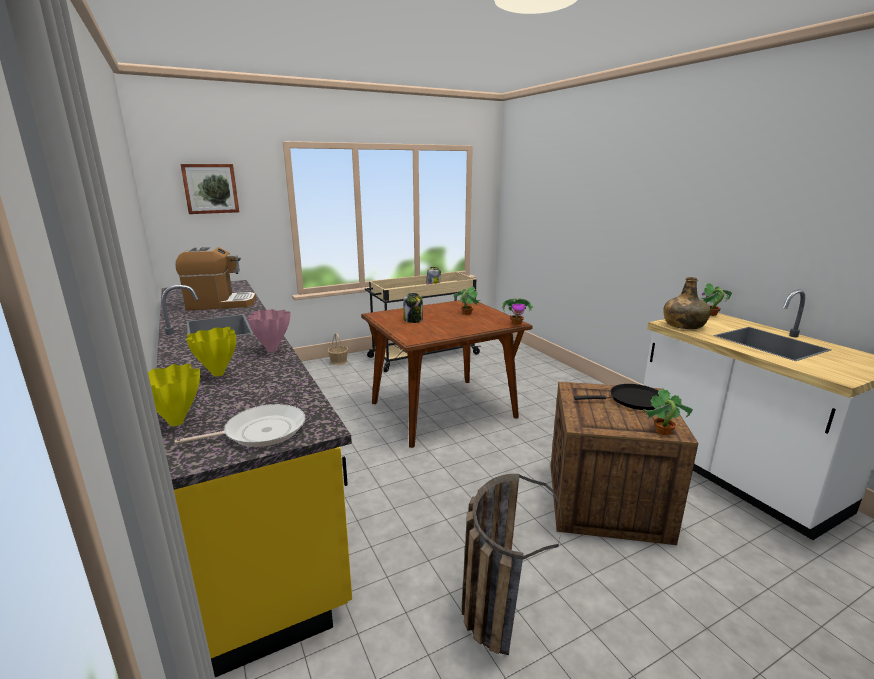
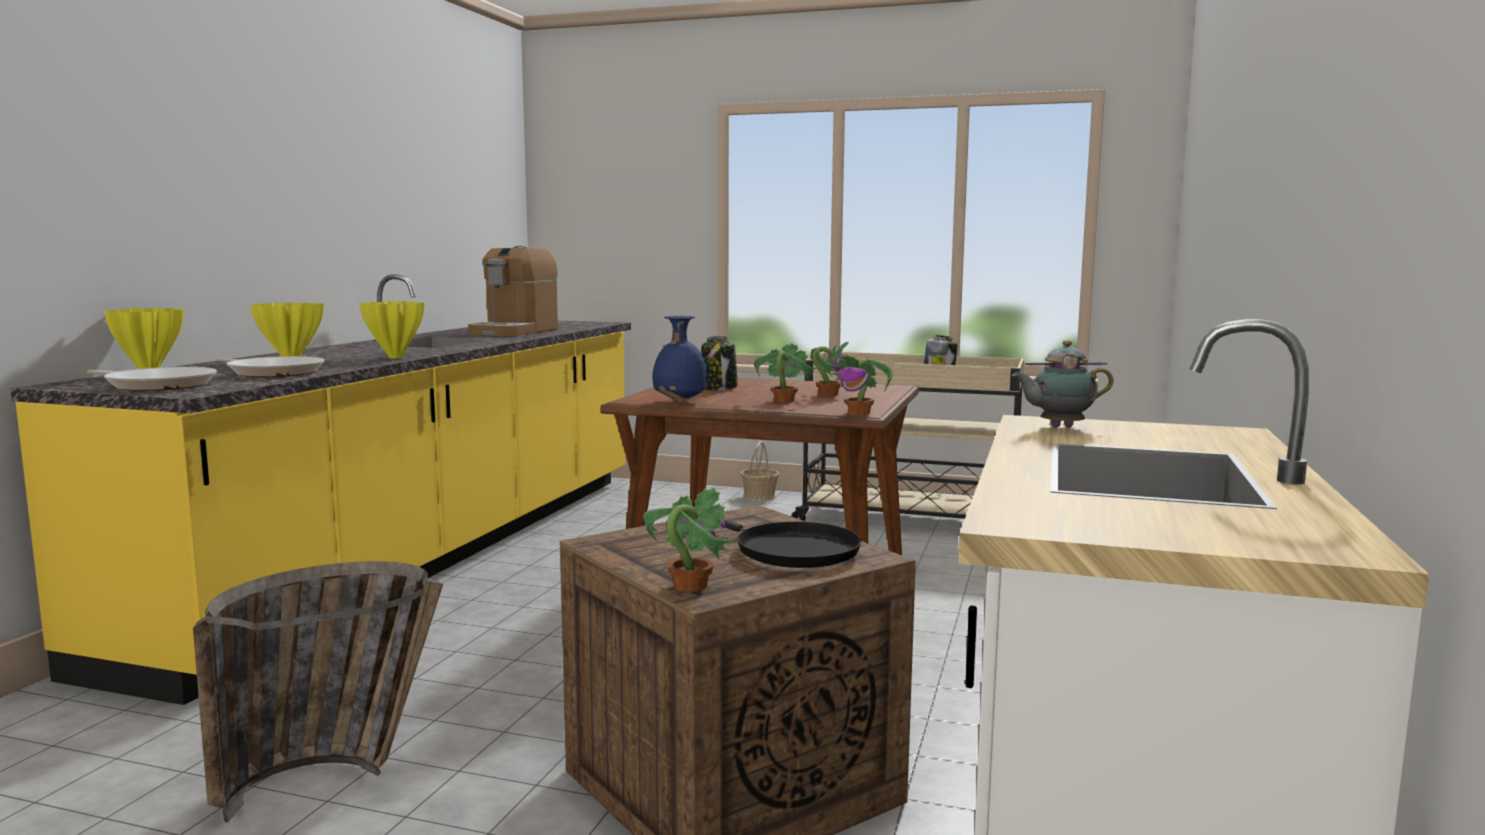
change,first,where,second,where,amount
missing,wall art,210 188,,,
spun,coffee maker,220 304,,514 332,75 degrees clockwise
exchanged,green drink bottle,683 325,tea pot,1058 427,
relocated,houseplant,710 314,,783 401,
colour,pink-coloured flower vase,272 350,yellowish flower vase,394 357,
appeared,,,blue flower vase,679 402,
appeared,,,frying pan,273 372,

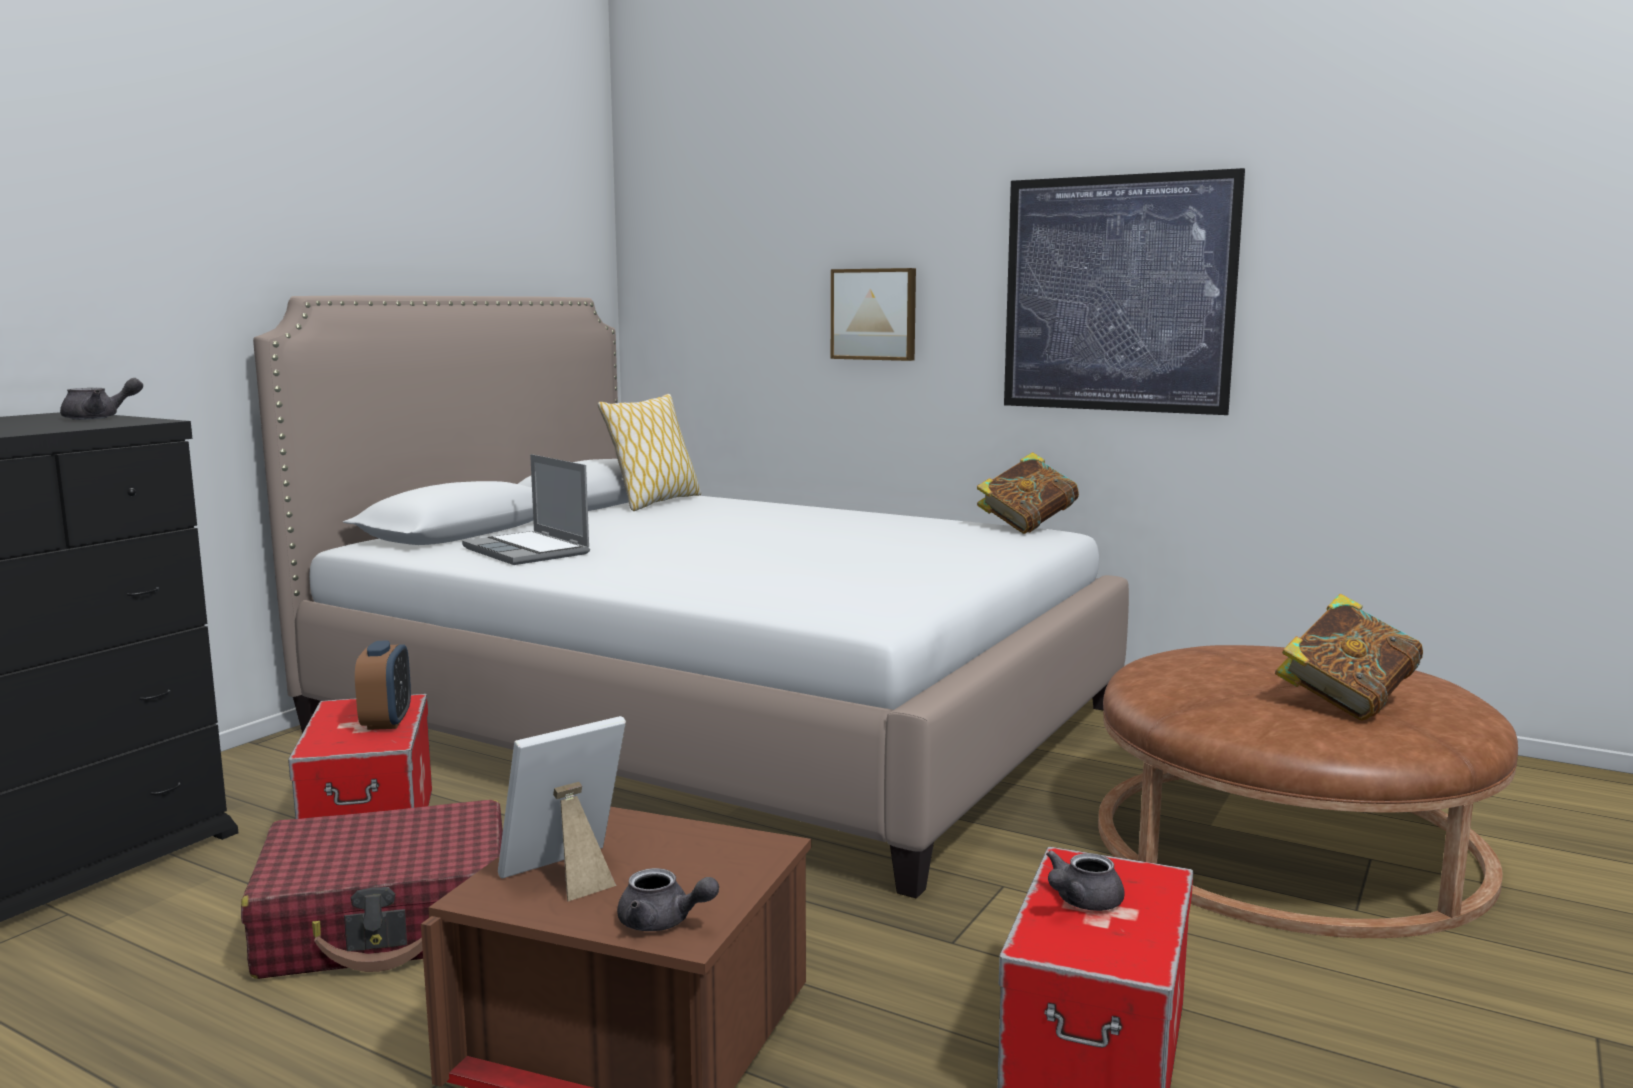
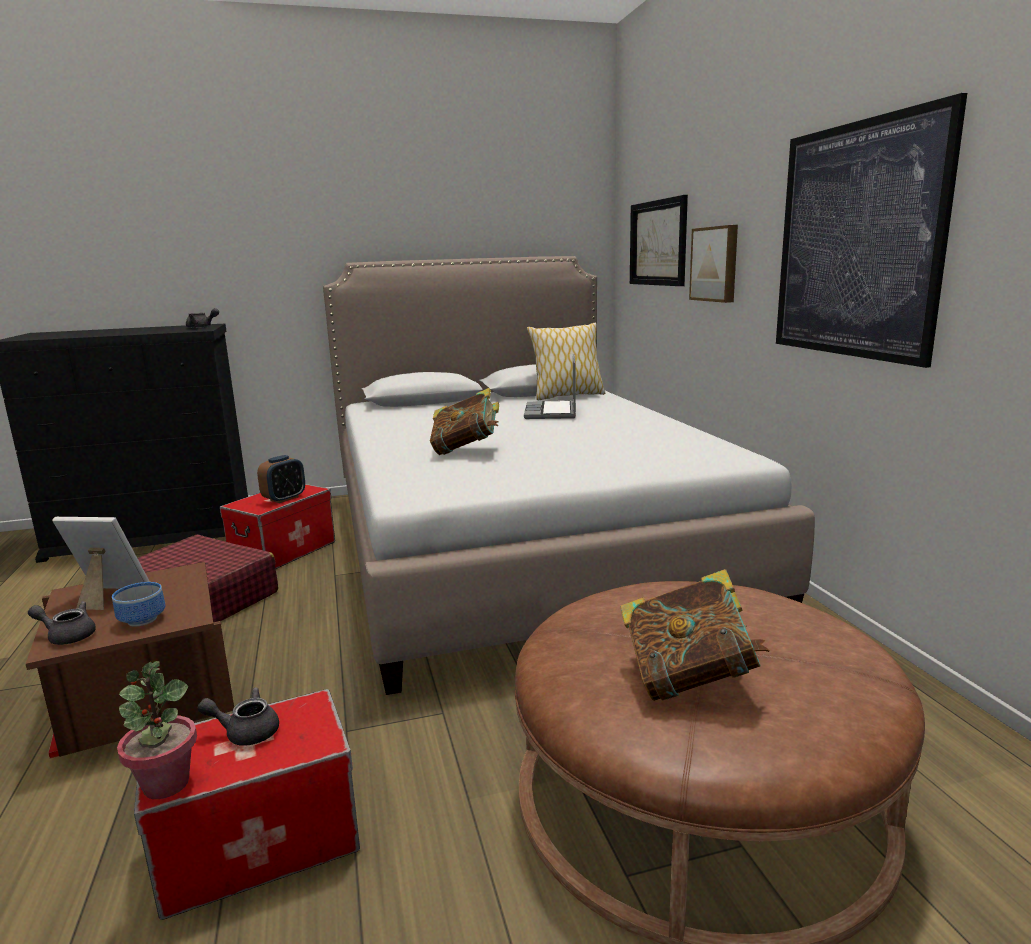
change,first,where,second,where,amount
relocated,bound book,1027 527,,466 450,
relocated,notebook computer,529 551,,551 412,
spun,grey tea pot,663 922,,67 636,120 degrees clockwise
appeared,,,wall art,658 243,
appeared,,,serving bowl,143 619,
appeared,,,houseplant,166 784,

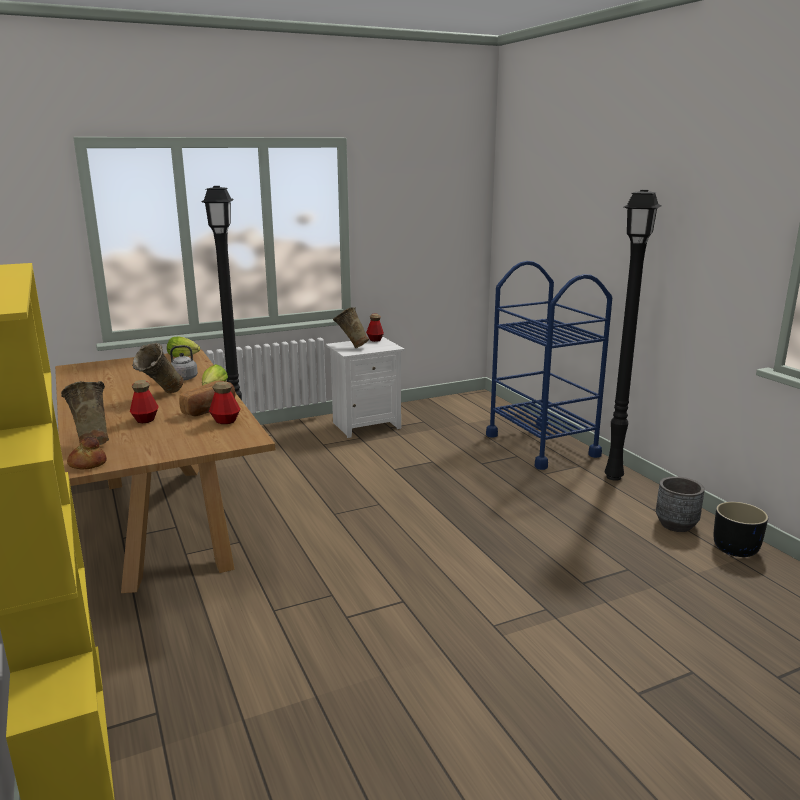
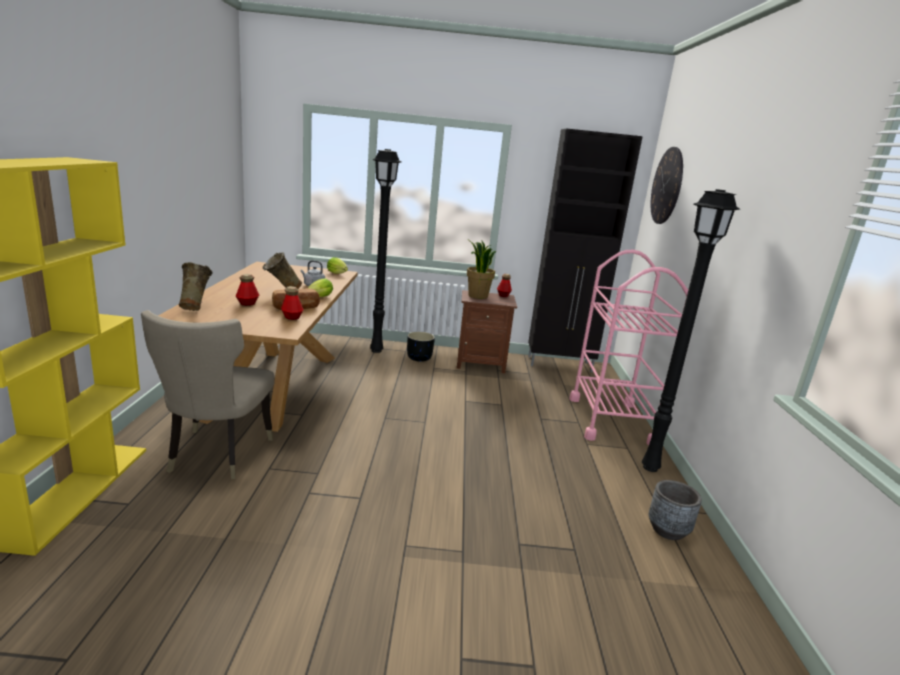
change,first,where,second,where,amount
colour,blue cart,541 445,pink-coloured cart,610 420,
exchanged,beige flower vase,351 347,houseplant,477 296,
colour,white nightstand,365 425,brown nightstand,480 363,
missing,bread,87 464,,,
relocated,blackish plant pot,735 548,,419 358,
appeared,,,blackish cabinet,560 364,
appeared,,,hanging clock,666 186,
appeared,,,beige plain chair,216 456,

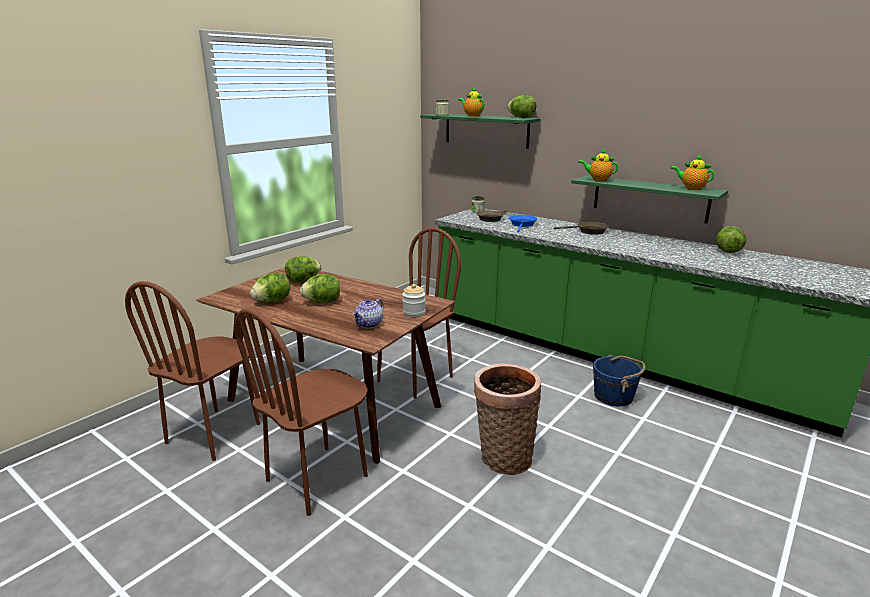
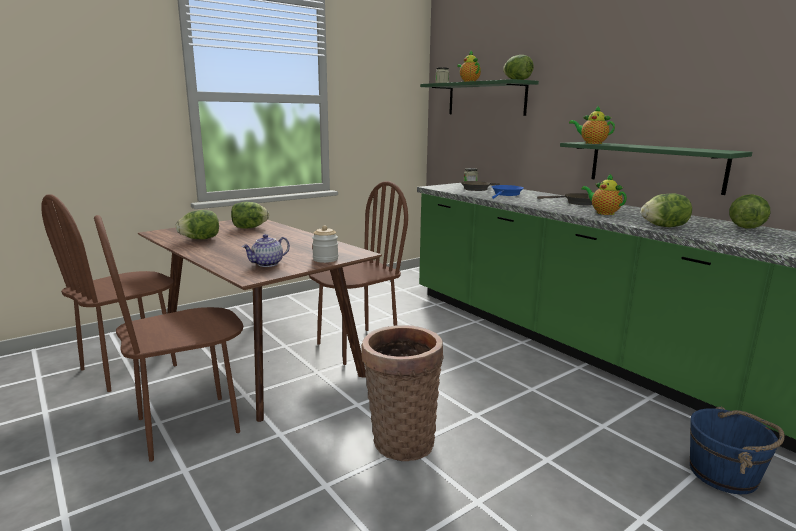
change,first,where,second,where,amount
relocated,tea pot,691 188,,603 213,
relocated,lettuce head,322 302,,664 227,
relocated,blue bucket,614 396,,724 474,

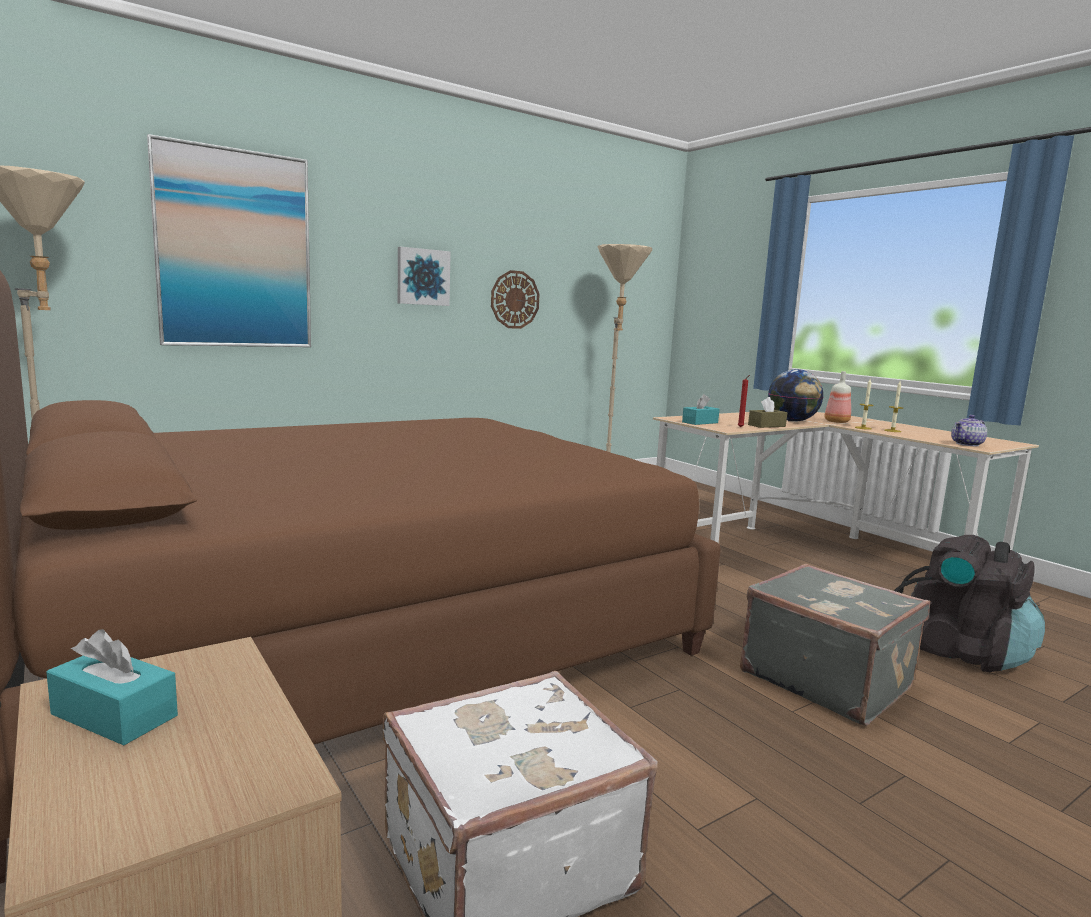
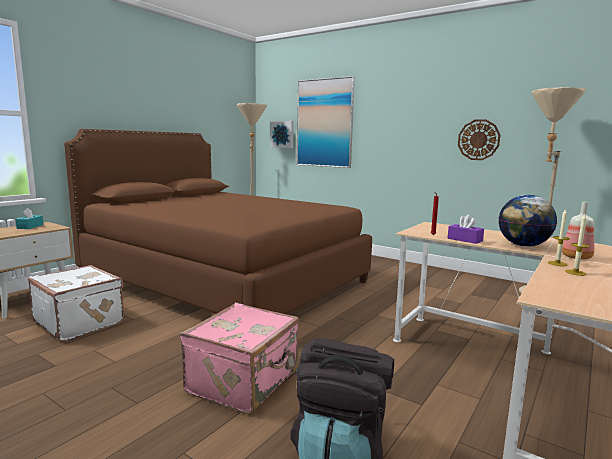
change,first,where,second,where,amount
relocated,wall art,422 277,,282 134,
missing,blue-green tissue box,700 422,,,
colour,brown tissue box,766 425,purple tissue box,464 240,
missing,tea pot,967 444,,,
colour,grey travel case,826 679,pink-coloured travel case,245 382,

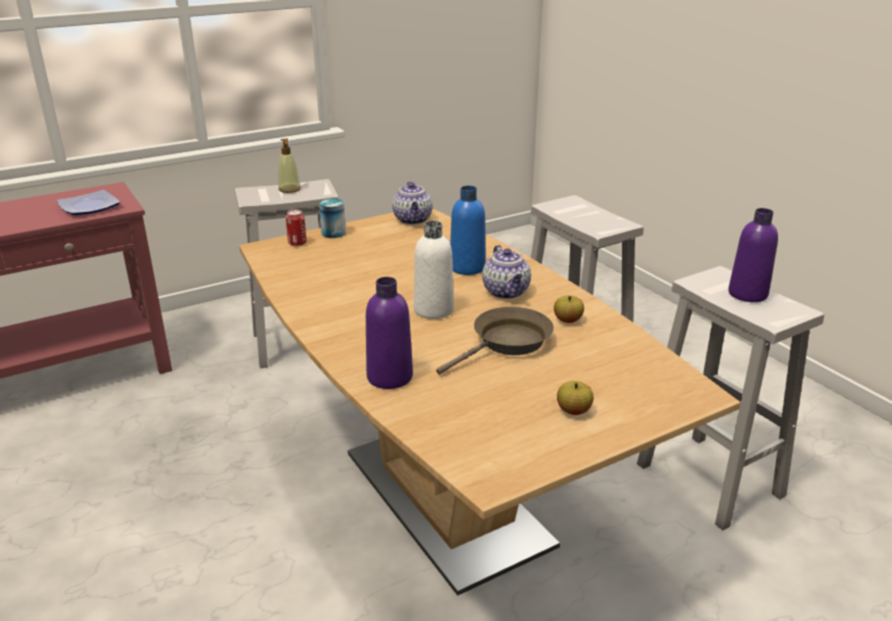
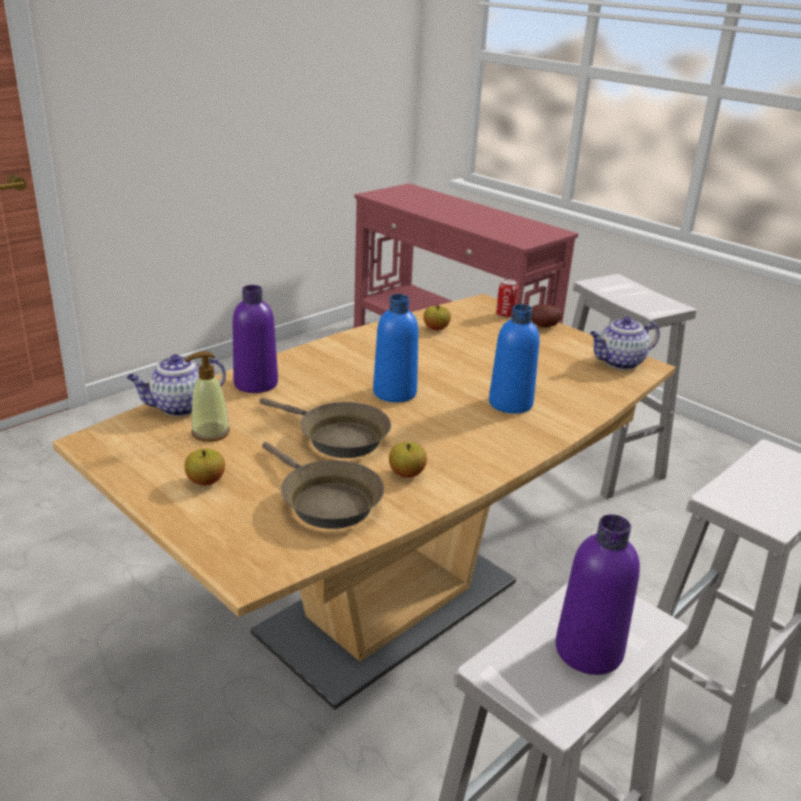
change,first,where,second,where,amount
relocated,soap dispenser,289 189,,210 433,
missing,plate,89 207,,,
exchanged,can,333 233,spud,544 327,
colour,white drink bottle,433 310,blue drink bottle,394 393,
relocated,tea pot,507 292,,179 407,
appeared,,,apple fruit,436 328,
appeared,,,brown frying pan,325 501,

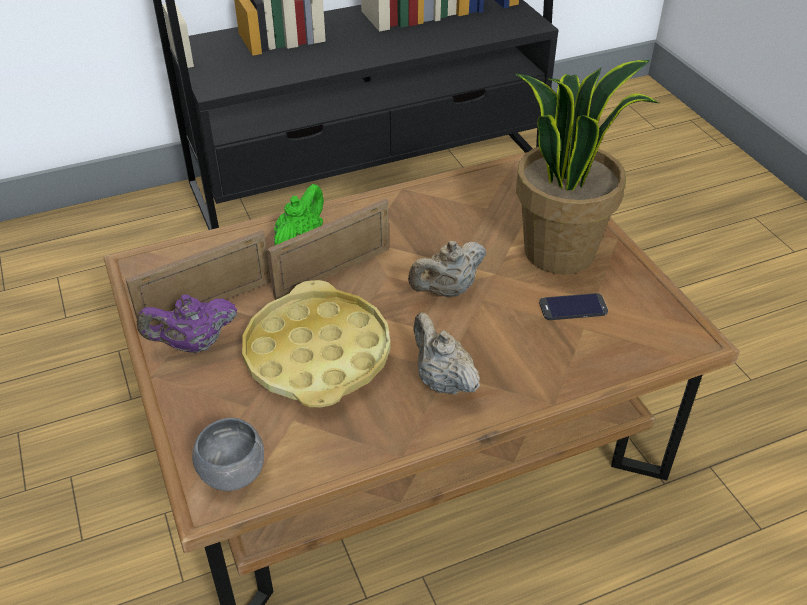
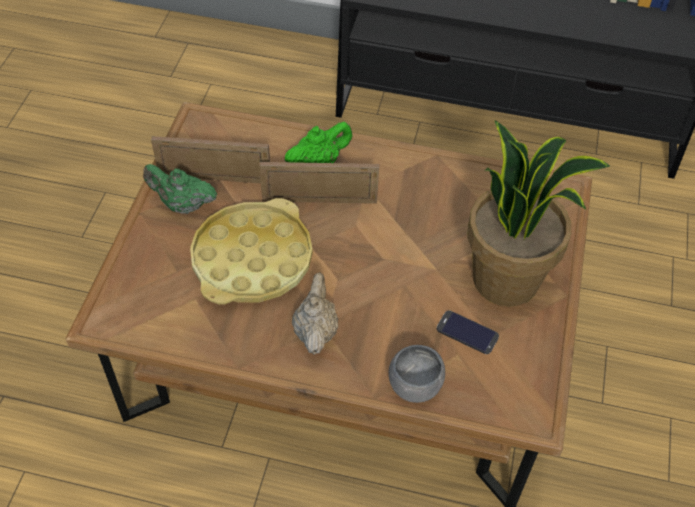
change,first,where,second,where,amount
missing,beige tea pot,447 290,,,
colour,purple tea pot,193 344,green tea pot,182 204,
relocated,grey serving bowl,232 472,,414 385,

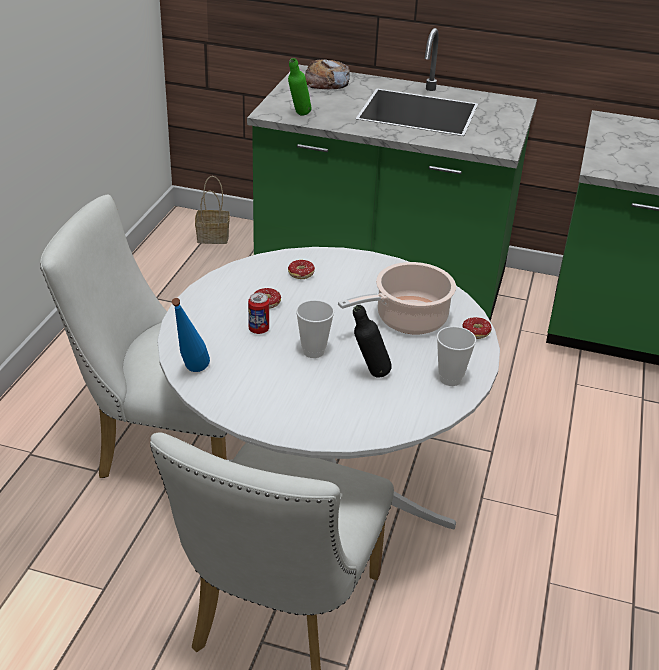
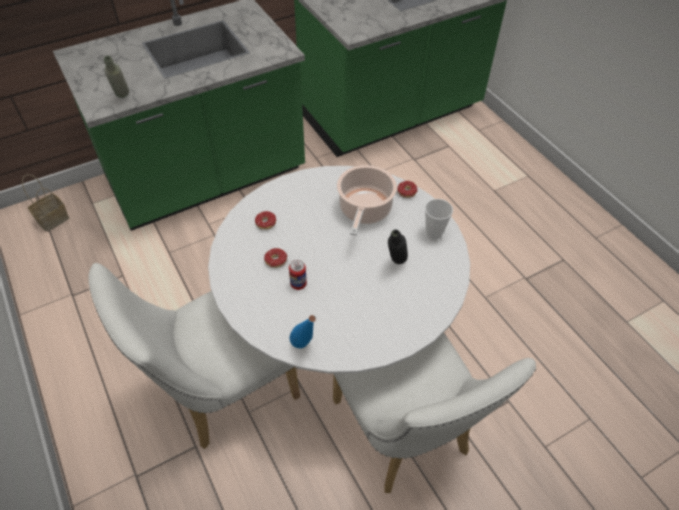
change,first,where,second,where,amount
colour,green drink bottle,298 116,grey drink bottle,122 99,
missing,bread,326 82,,,
missing,drinking cup,313 351,,,

